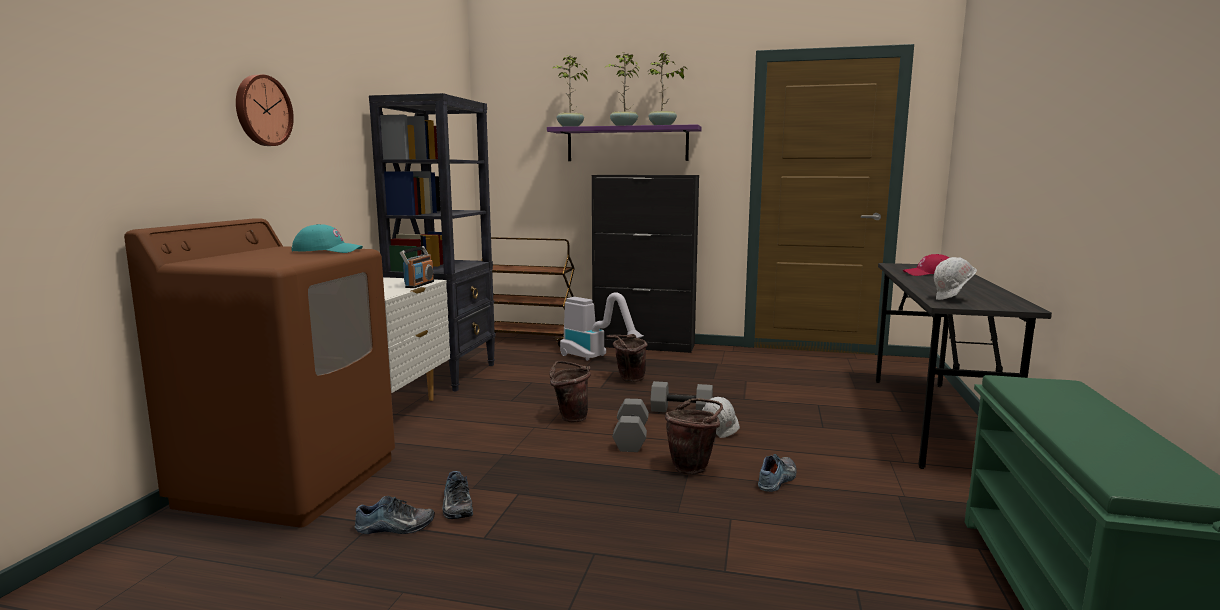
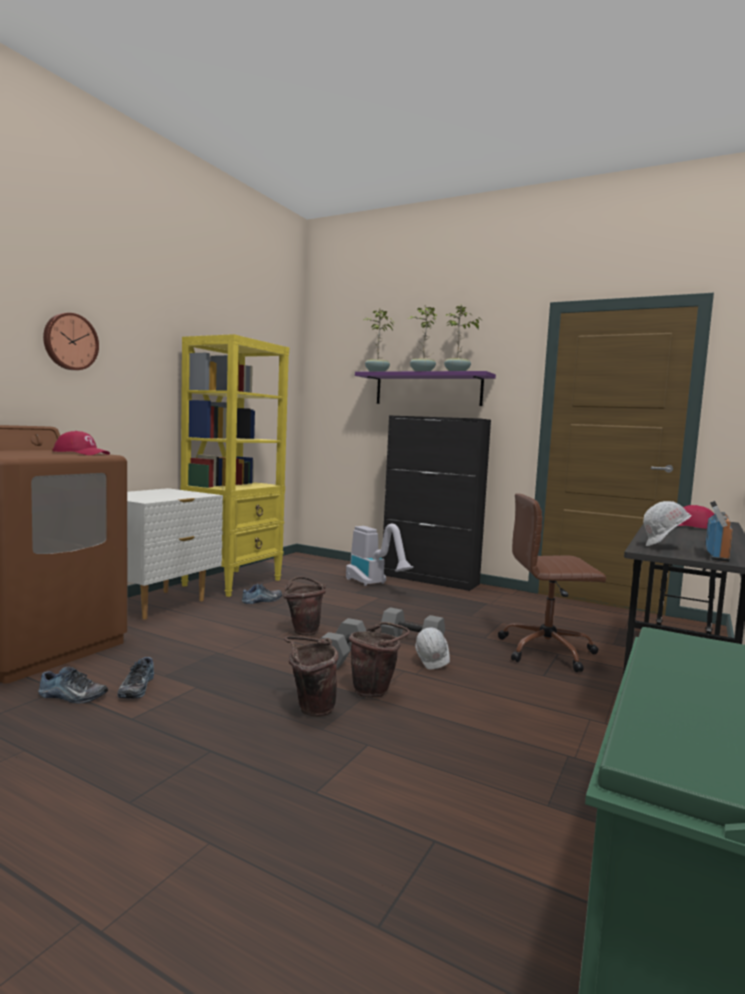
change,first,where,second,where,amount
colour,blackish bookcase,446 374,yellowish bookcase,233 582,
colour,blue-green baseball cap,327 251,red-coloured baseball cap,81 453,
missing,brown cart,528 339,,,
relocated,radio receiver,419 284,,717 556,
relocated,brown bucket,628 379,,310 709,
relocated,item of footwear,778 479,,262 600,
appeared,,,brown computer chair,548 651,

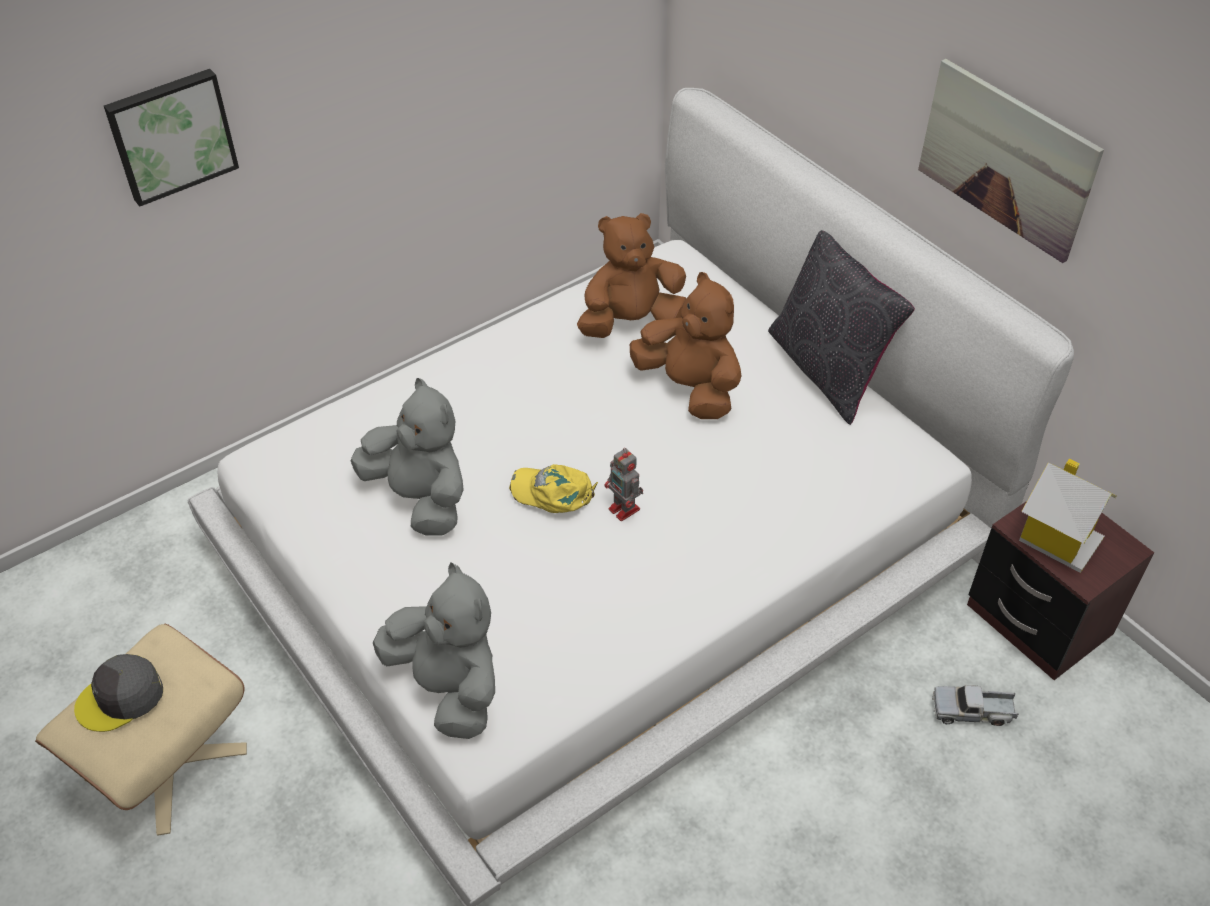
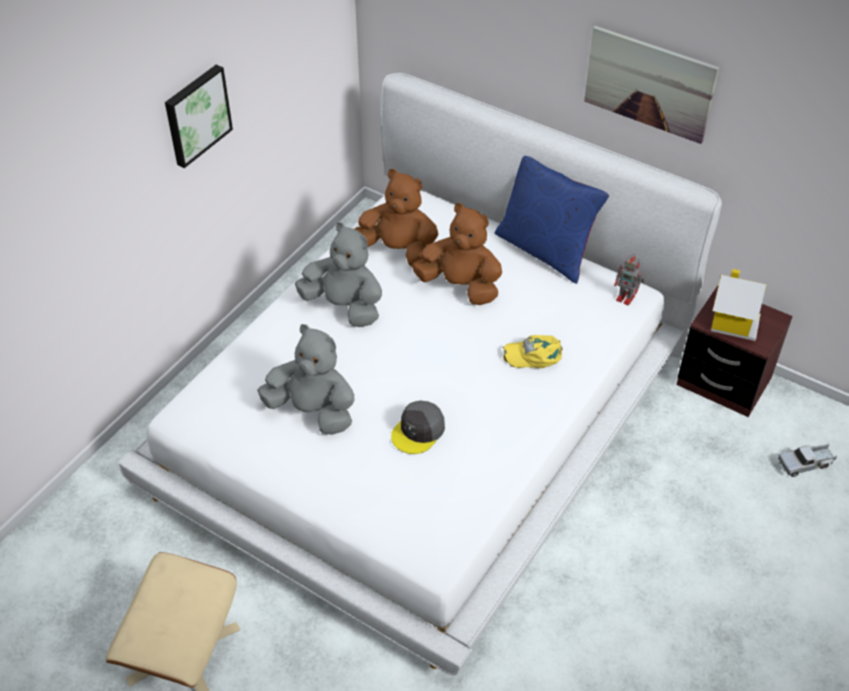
change,first,where,second,where,amount
relocated,wall art,171 135,,196 115,
spun,brown plush toy,631 322,,398 250,60 degrees clockwise
colour,blackish throw pillow,827 369,blue throw pillow,545 250,
relocated,model robot,625 510,,626 298,
relocated,yellowish baseball cap,553 492,,534 354,
relocated,grey plush toy,448 687,,344 306,
relocated,grey baseball cap,121 698,,418 431,
relocated,toy lorry,972 711,,805 463,

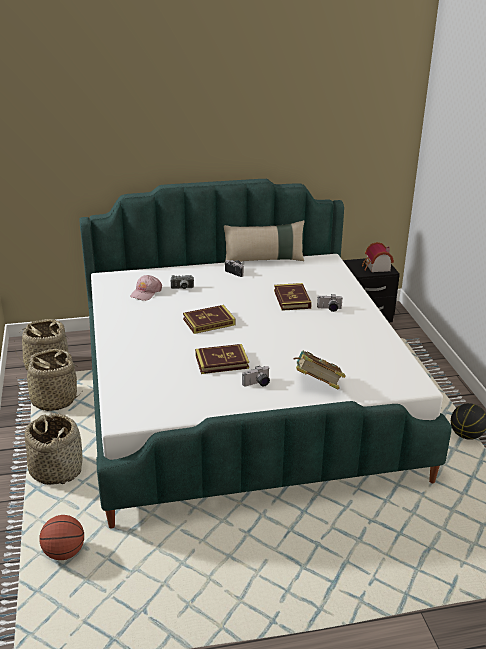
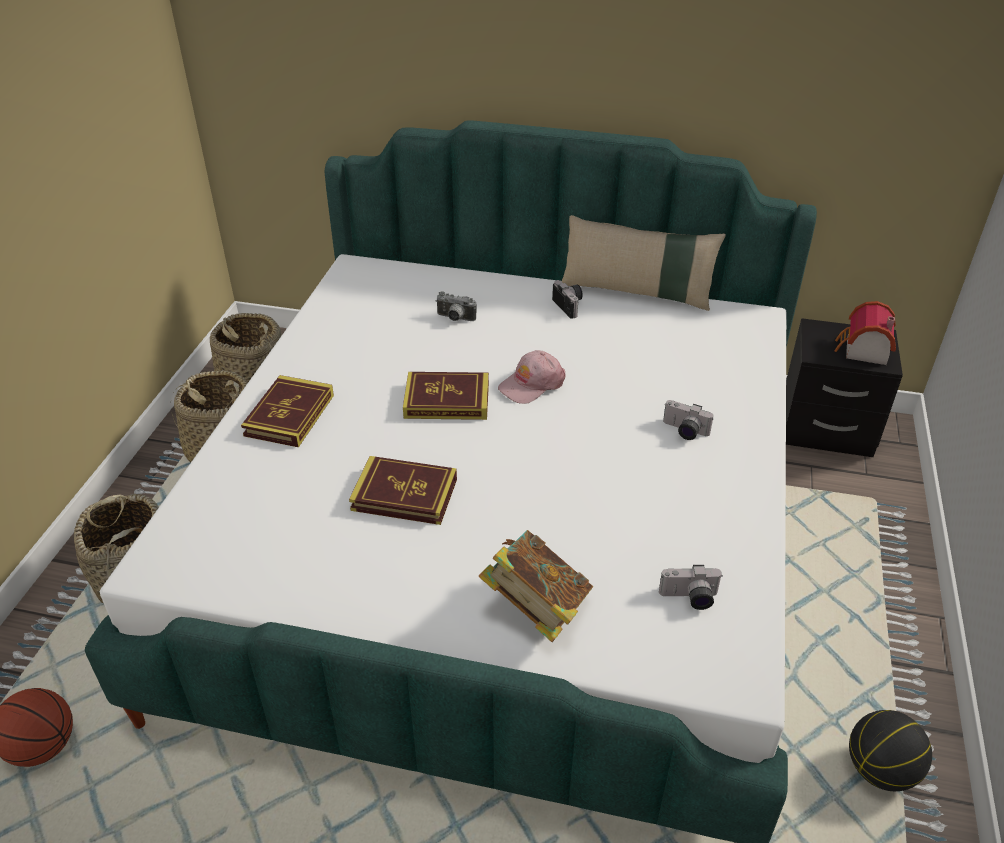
change,first,where,second,where,amount
relocated,pink-coloured baseball cap,146 292,,531 384,
relocated,bound book,292 299,,289 415,
relocated,photo camera,257 384,,689 598,

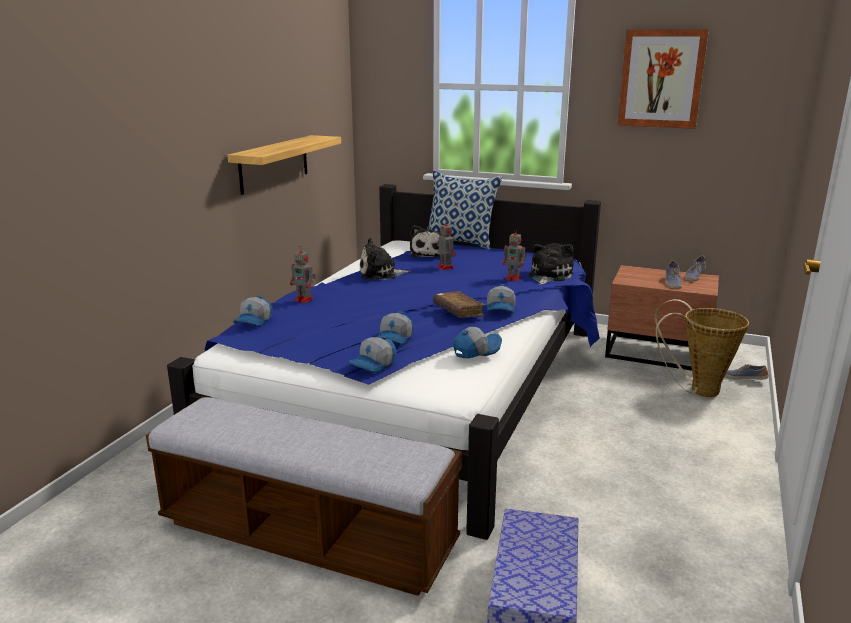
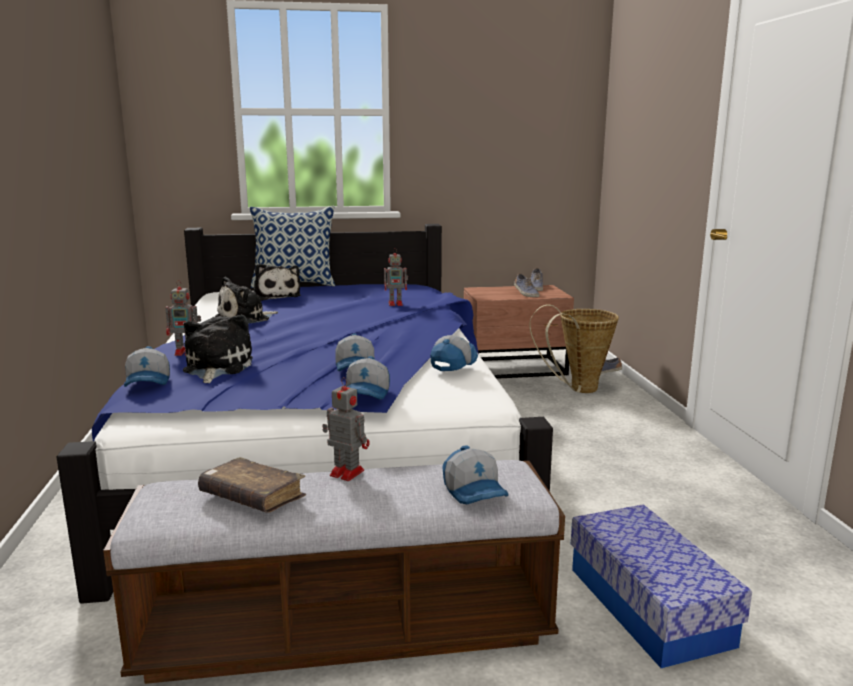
change,first,where,second,where,amount
missing,wall art,661 79,,,
missing,bracket shelf,274 163,,,
relocated,model robot,445 267,,345 472,
relocated,plush toy,548 276,,216 368,
relocated,baseball cap,501 309,,475 491,
relocated,brown bound book,458 311,,252 497,

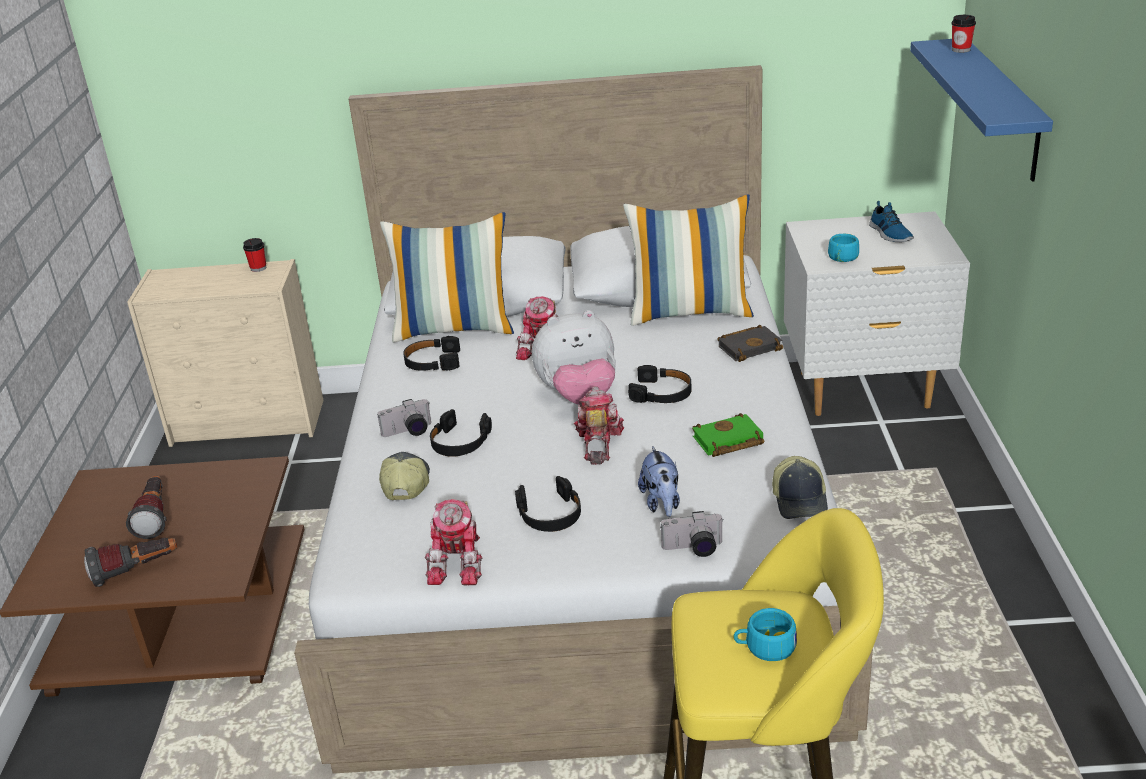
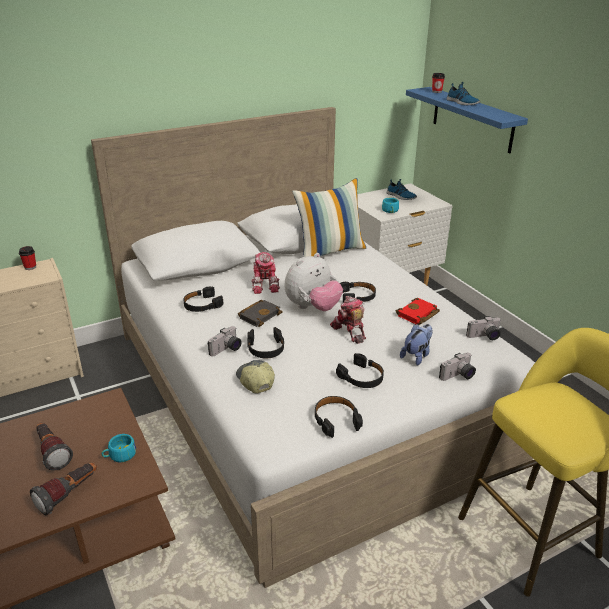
change,first,where,second,where,amount
missing,throw pillow,454 328,,,
relocated,blackish bound book,750 347,,259 315,
colour,green bound book,727 442,red-coloured bound book,418 315,
spun,plush toy,661 503,,416 356,105 degrees counterclockwise
exchanged,baseball cap,801 500,photo camera,484 337,
exchanged,model robot,460 562,blackish headphones,336 420,
relocated,blue-green drinking cup,764 647,,119 455,
appeared,,,item of footwear,462 102,

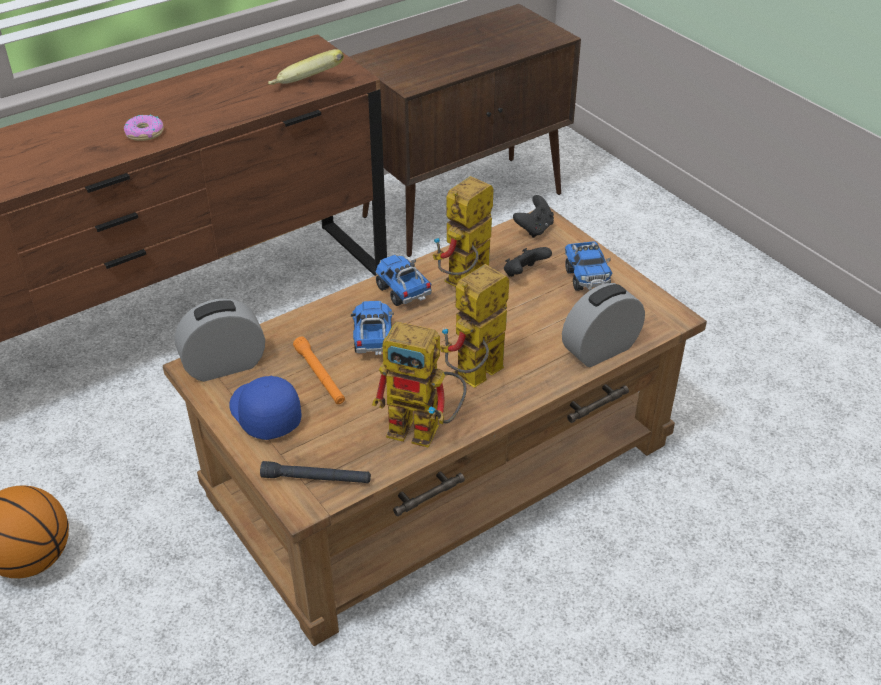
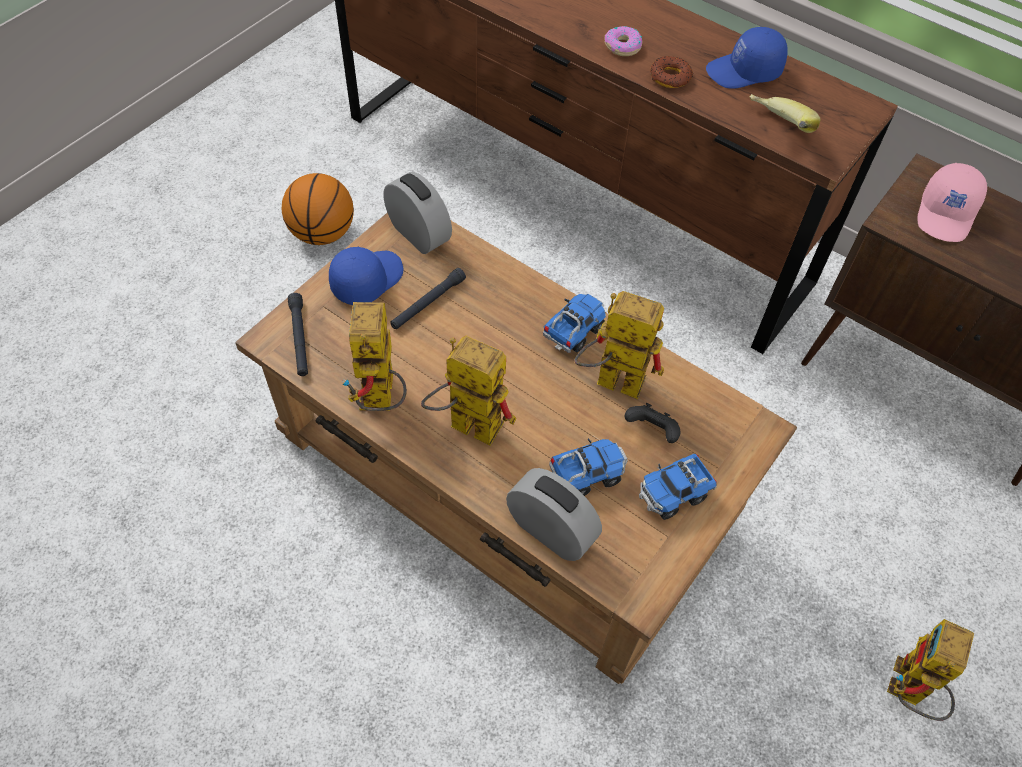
change,first,where,second,where,amount
missing,blackish gamepad,534 229,,,
relocated,toy lorry,373 340,,586 475,
colour,orangey flashlight,320 376,blackish flashlight,428 303,
appeared,,,blue baseball cap,744 72,
appeared,,,doughnut,670 77,
appeared,,,pink-coloured baseball cap,946 214,
appeared,,,model robot,908 692,

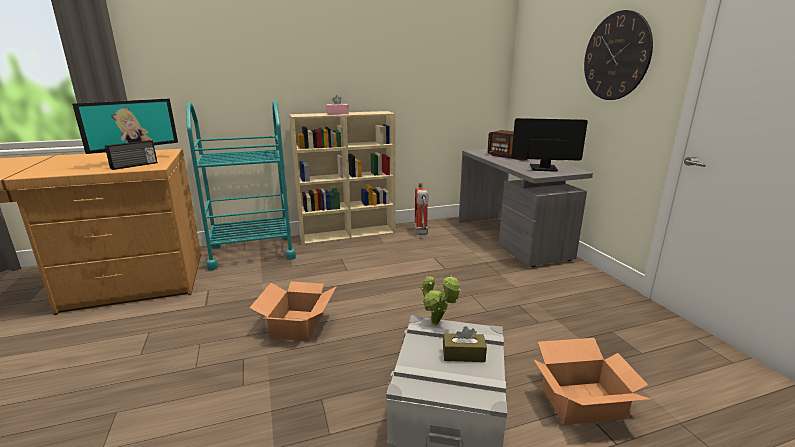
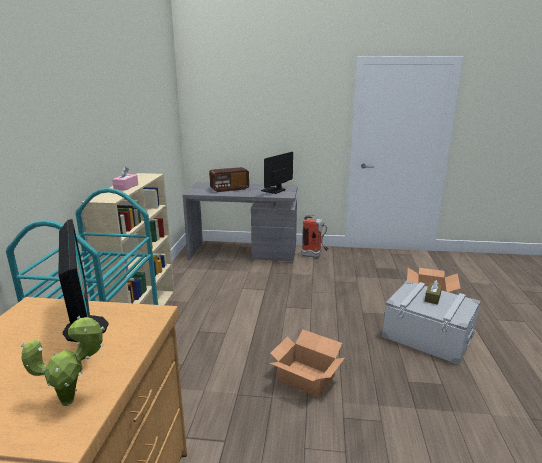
change,first,where,second,where,amount
missing,hanging clock,616 56,,,
missing,radio receiver,134 166,,,
relocated,fire-fighting cylinder,421 233,,315 256,
relocated,houseplant,437 324,,72 400,

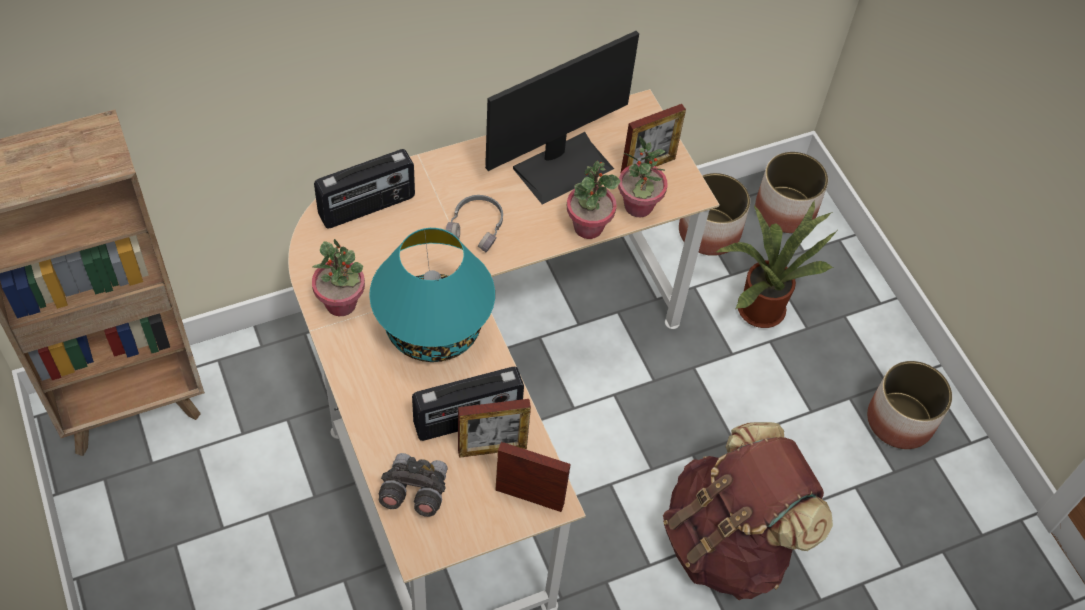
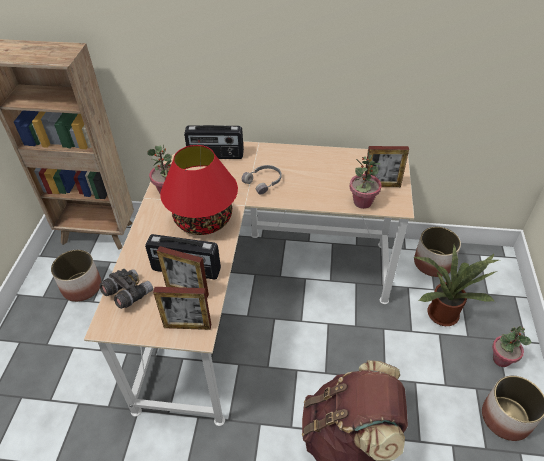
change,first,where,second,where,amount
missing,monitor,562 166,,,
relocated,plant pot,784 210,,81 287,
relocated,houseplant,588 227,,501 359,
colour,blue-green table lamp,433 330,red-coloured table lamp,203 220,
spun,standing frame,529 497,,187 326,135 degrees clockwise

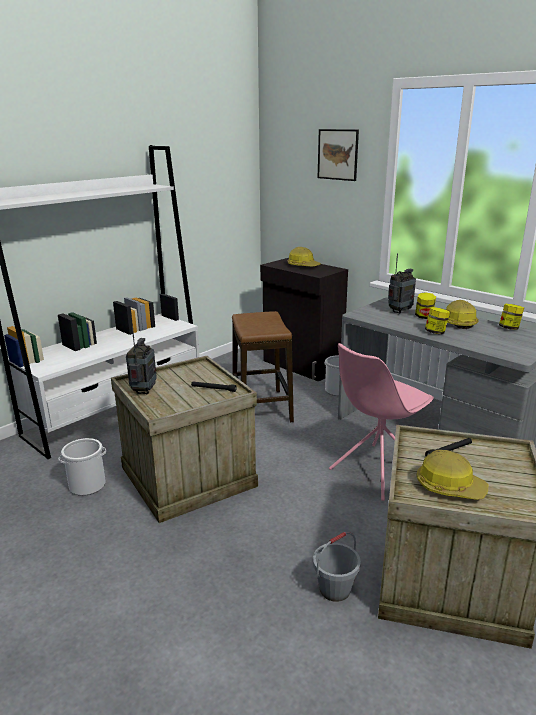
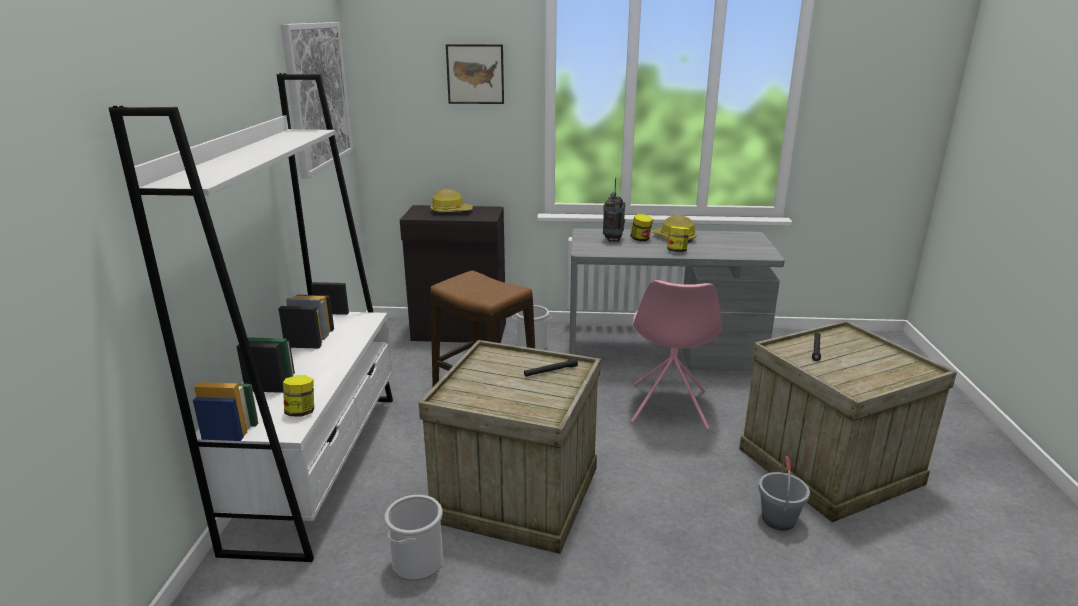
change,first,where,second,where,amount
relocated,jar,509 328,,301 412,
missing,radio receiver,144 391,,,
missing,hard hat,449 486,,,
appeared,,,wall art,318 96,

